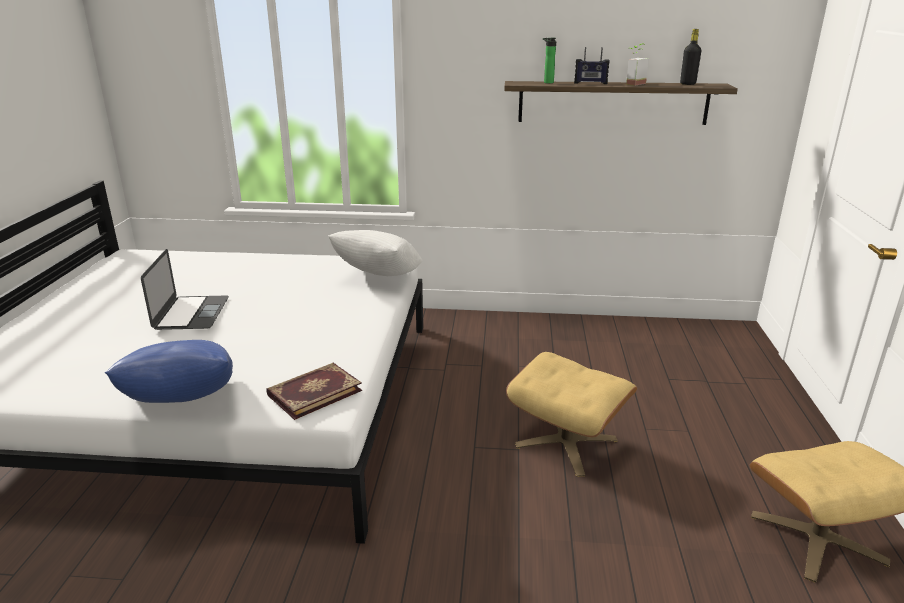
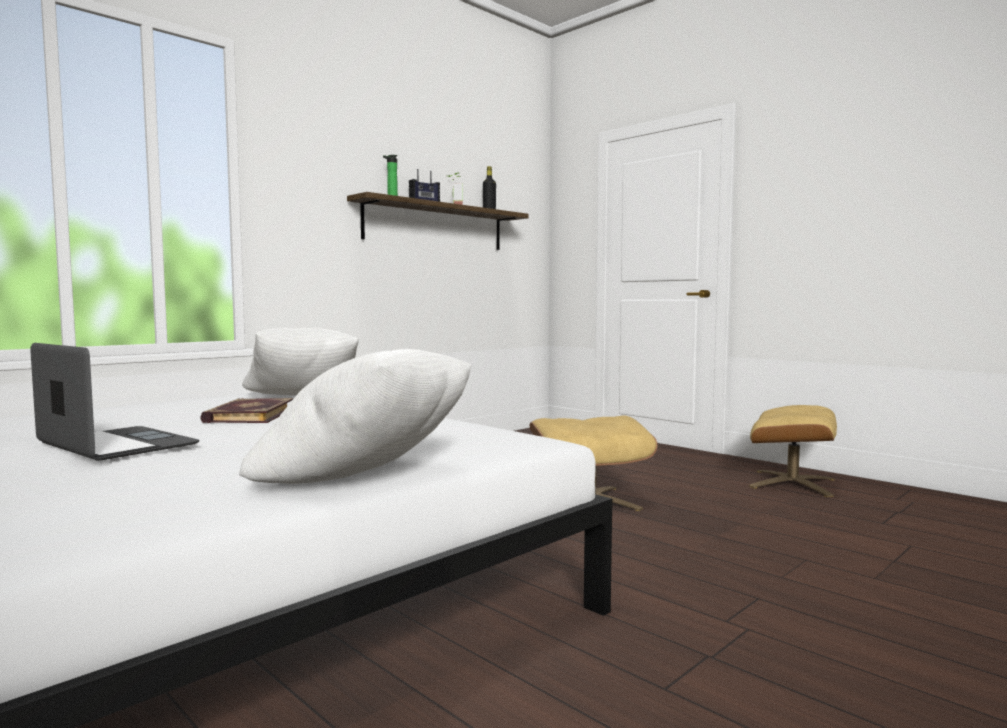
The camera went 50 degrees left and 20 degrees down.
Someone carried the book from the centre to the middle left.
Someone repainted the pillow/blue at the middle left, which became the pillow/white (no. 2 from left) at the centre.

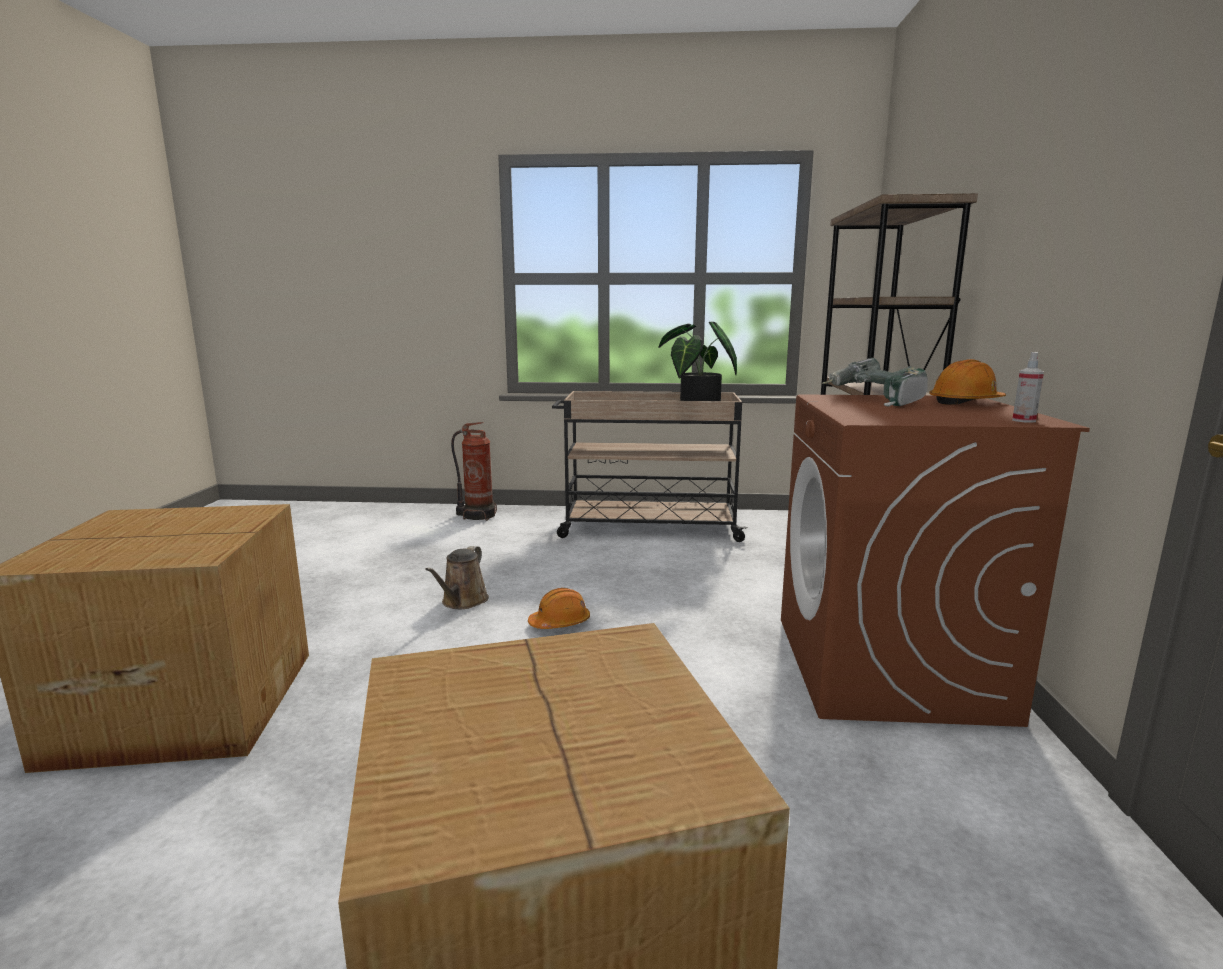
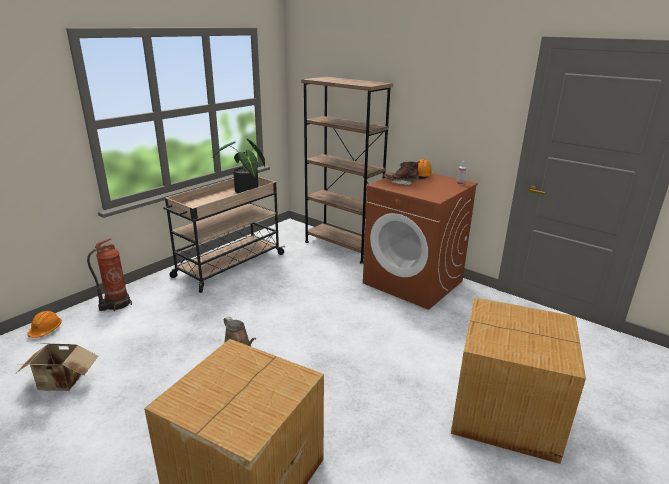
The camera went 55 degrees left and 10 degrees up.
Someone put down the cardboard box (no. 1 from left) at the bottom left.
Someone carried the hard hat/orange (no. 1 from left) from the centre to the bottom left.
Someone swapped the power drill at the middle right for the boot/brown at the centre.

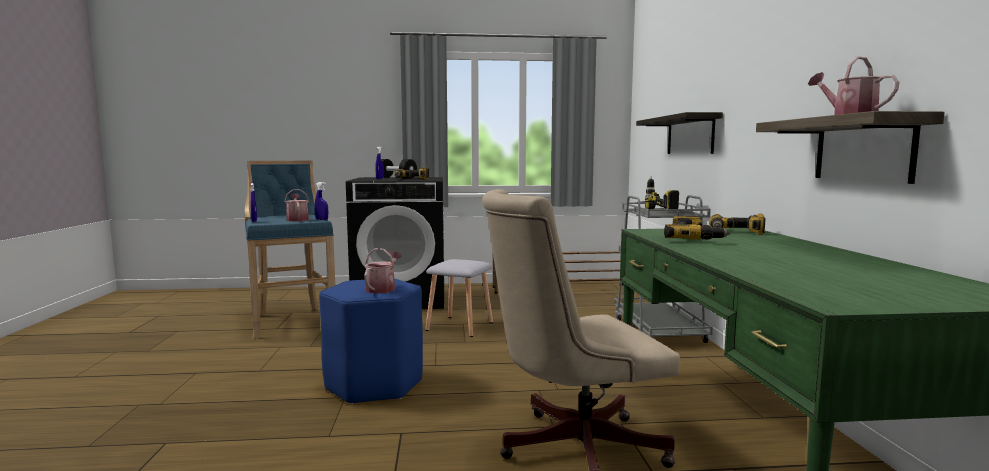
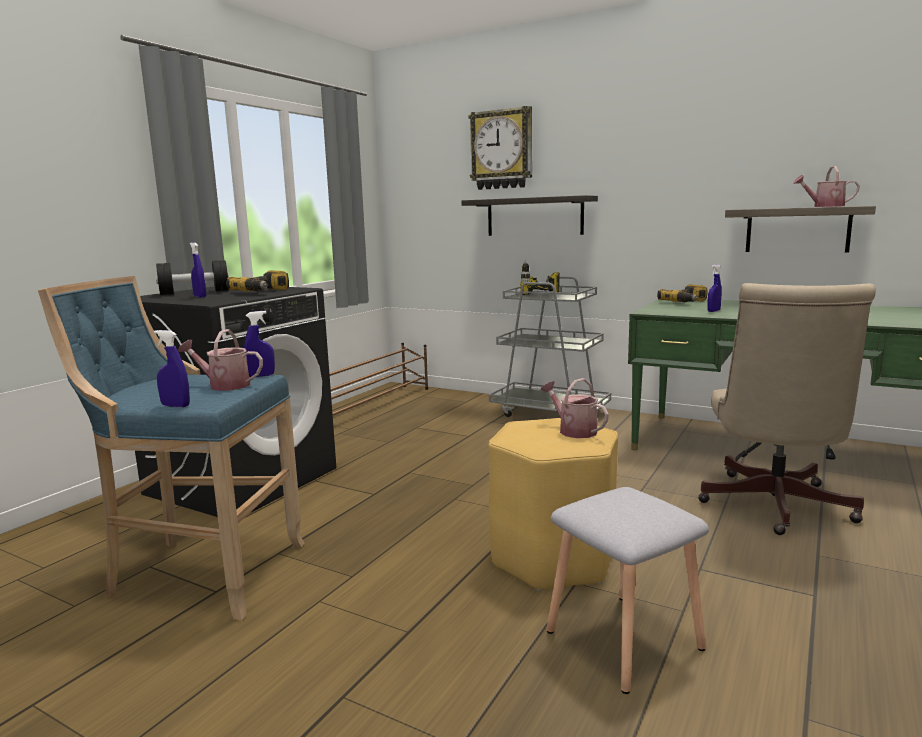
The camera went 55 degrees left and 5 degrees up.
Someone put up the wall clock at the top centre.
Someone carried the stool/grey from the centre to the bottom right.
Someone swapped the power drill (no. 3 from left) at the middle right for the spray bottle/blue (no. 4 from left) at the middle right.
Someone repainted the stool/blue (no. 2 from left) at the bottom centre, which became the stool/yellow at the bottom centre.

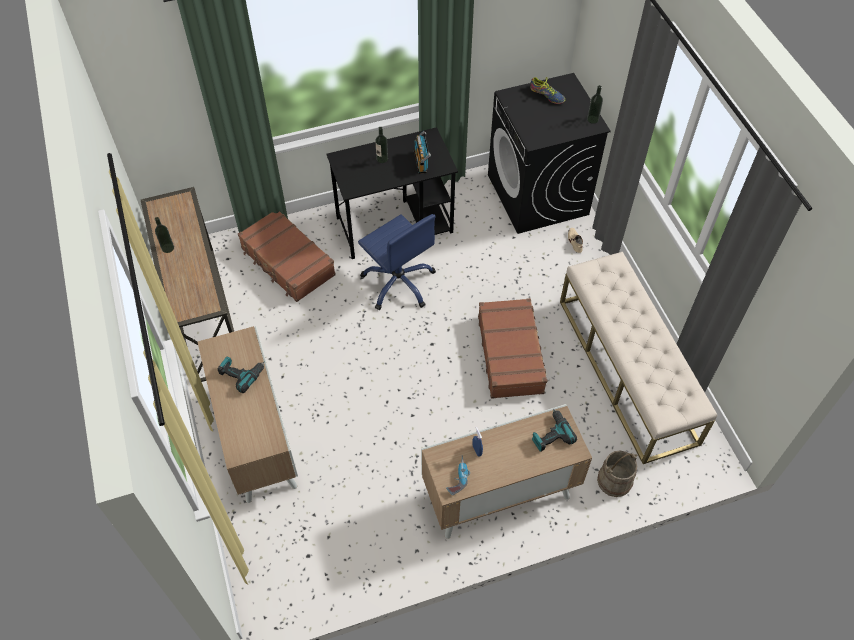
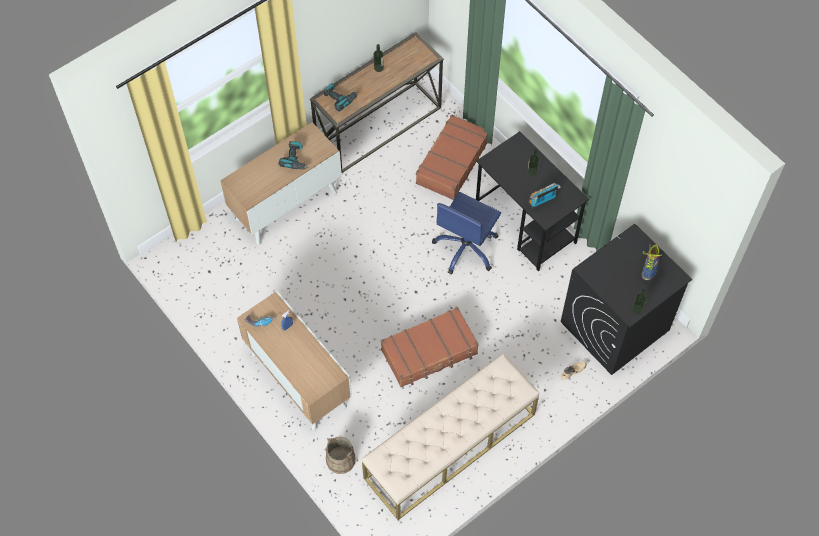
The camera went 70 degrees right and 5 degrees up.
Someone carried the power drill (no. 3 from left) from the bottom centre to the top centre.

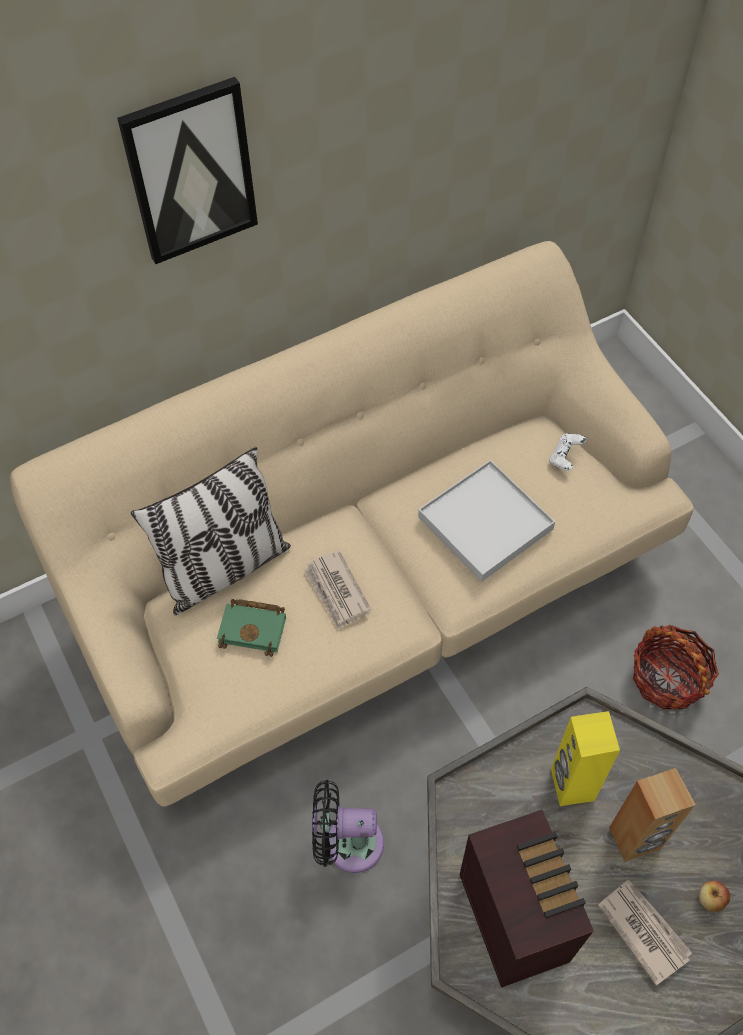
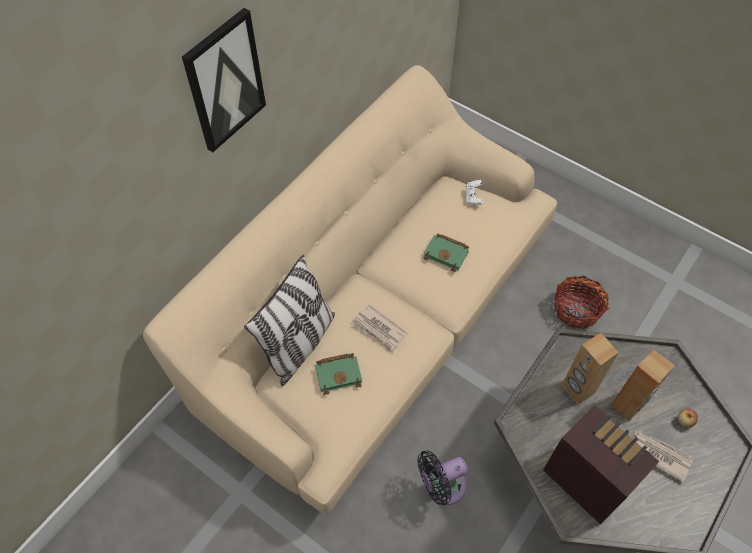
The camera went 25 degrees left and 0 degrees up.
Someone swapped the tray/white at the centre for the book/green (no. 2 from left) at the centre.
Someone repainted the speaker/yellow at the bottom right, which became the speaker/brown (no. 1 from left) at the bottom right.

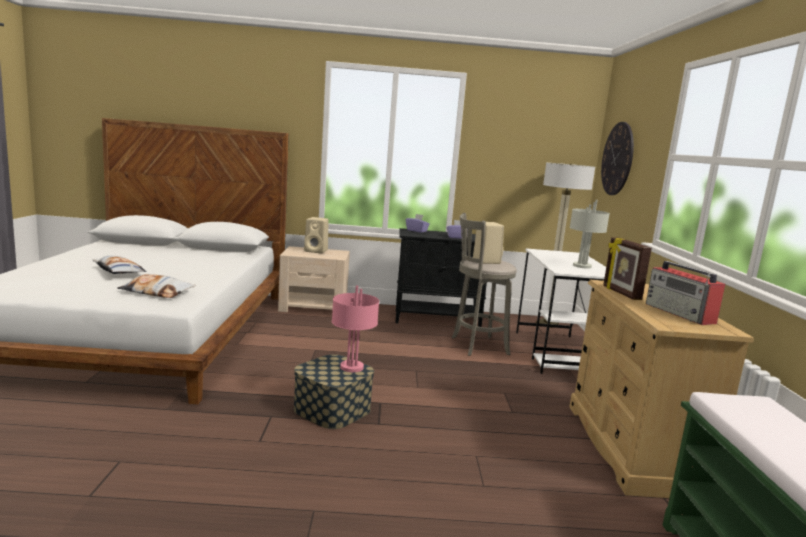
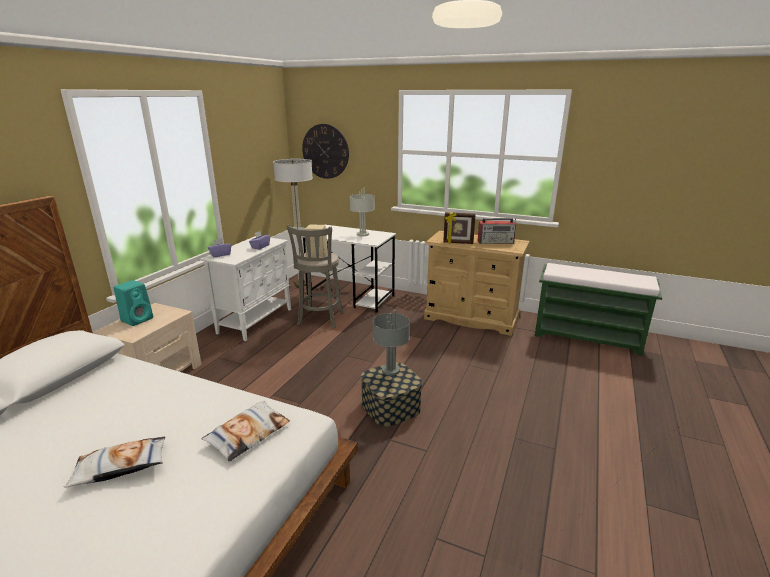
The camera went 65 degrees left and 10 degrees up.
Someone repainted the speaker/beige (no. 1 from left) at the centre, which became the speaker/turquoise at the middle left.
Someone repainted the table lamp/pink at the centre, which became the table lamp/grey (no. 2 from left) at the centre.
Someone repainted the cabinet/black at the centre, which became the cabinet/white at the middle left.

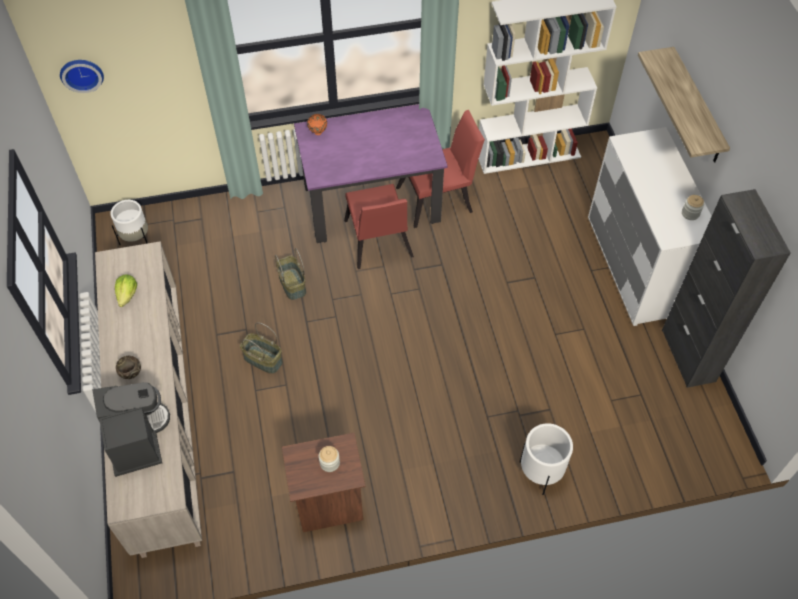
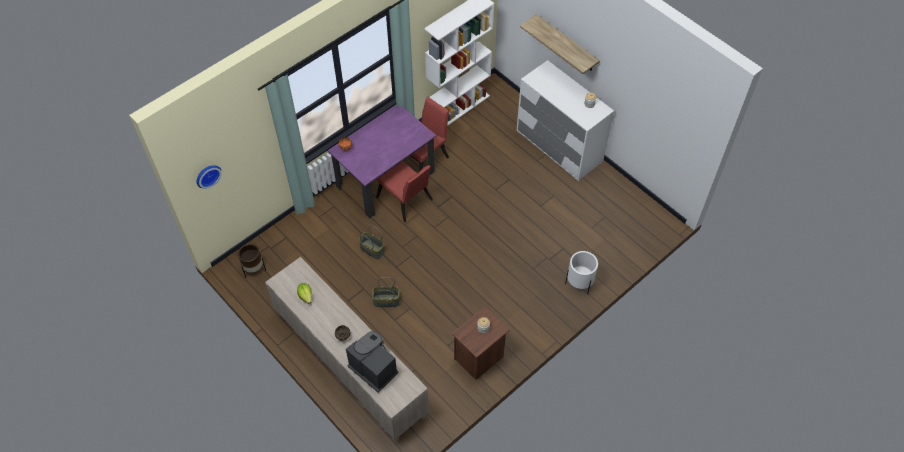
The camera went 30 degrees left and 0 degrees up.
Someone took away the cabinet/black at the middle right.
Someone repainted the planter/white (no. 1 from left) at the middle left, which became the planter/brown at the middle left.

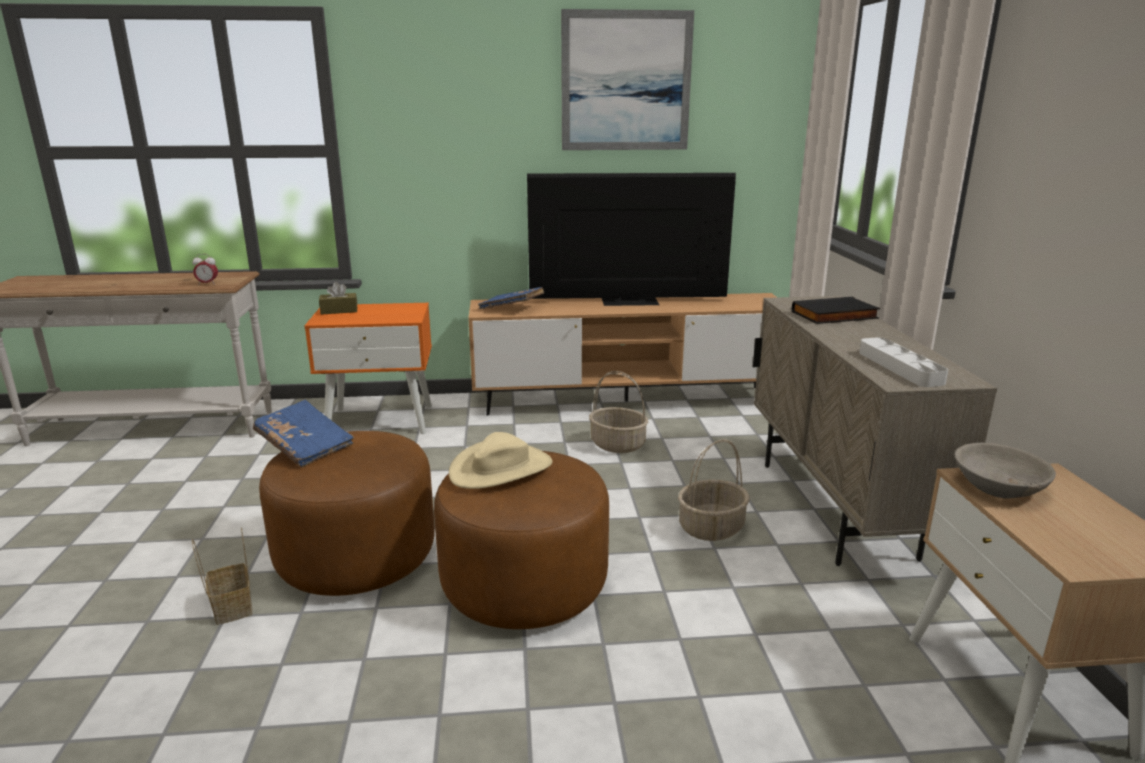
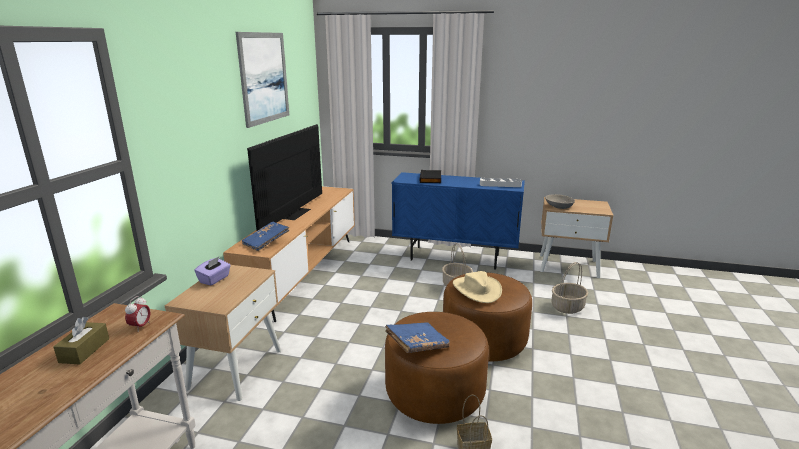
The camera went 70 degrees left and 0 degrees up.
Someone put down the tissue box/purple at the middle left.
Someone carried the tissue box/brown from the middle left to the bottom left.
Someone carried the basket (no. 2 from left in the first image) from the centre to the middle right.
Someone repainted the nightstand/orange at the middle left, which became the nightstand/beige (no. 1 from left) at the bottom left.
Someone repainted the cabinet/beige at the middle right, which became the cabinet/blue at the centre.

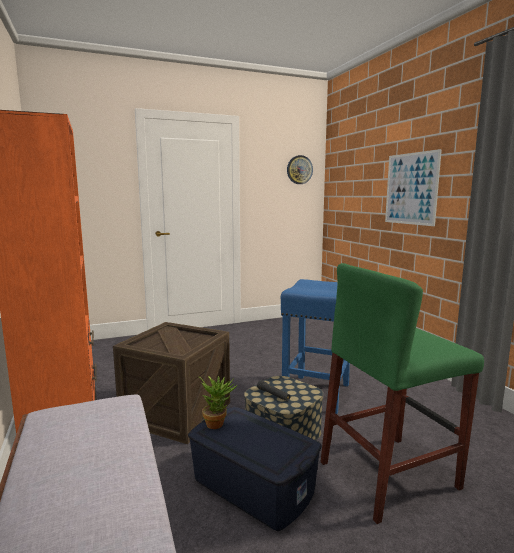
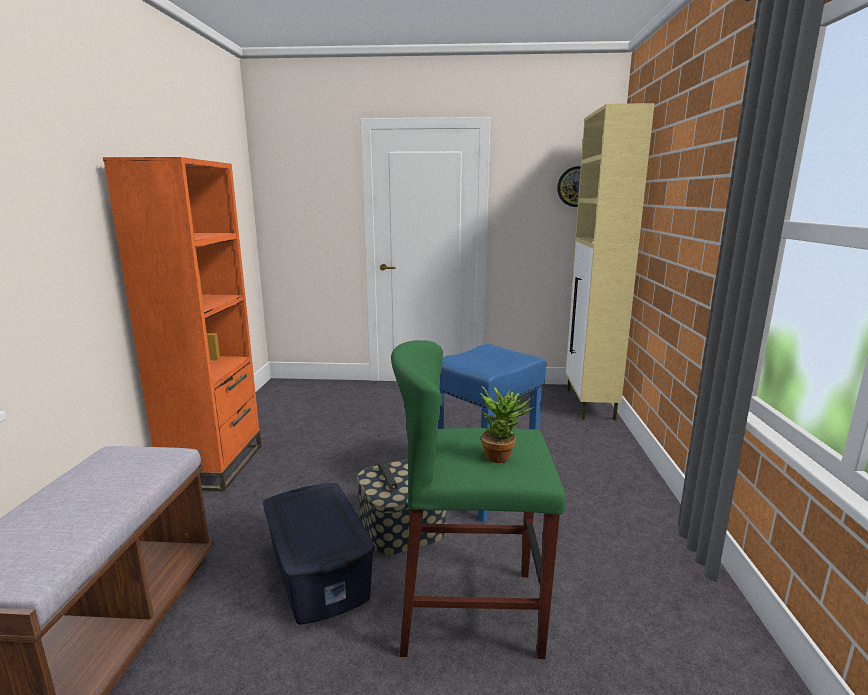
The camera went 25 degrees right and 5 degrees up.
Someone took away the crate at the bottom left.
Someone took away the picture at the middle right.
Someone put down the cabinet/beige at the middle right.
Someone carried the potted plant from the bottom centre to the centre.

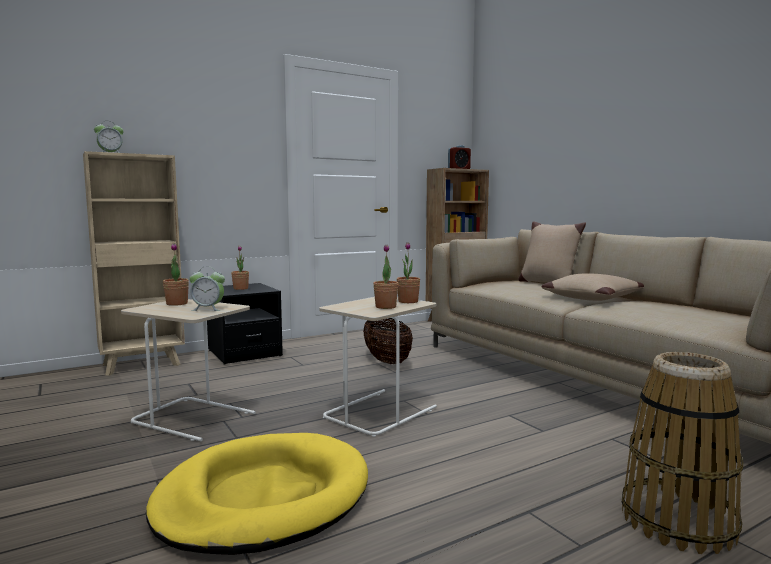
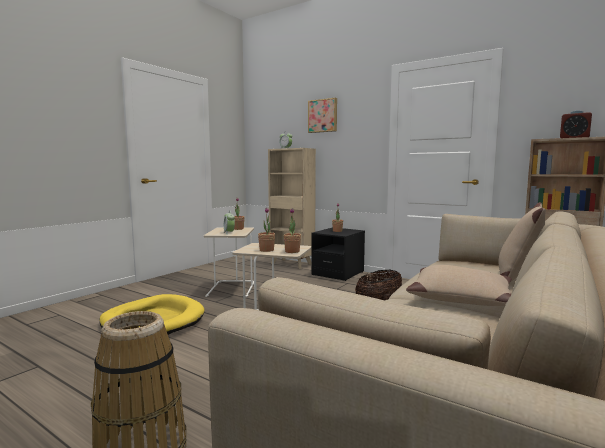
The camera went 65 degrees right and 0 degrees up.
Someone put up the picture at the top centre.

